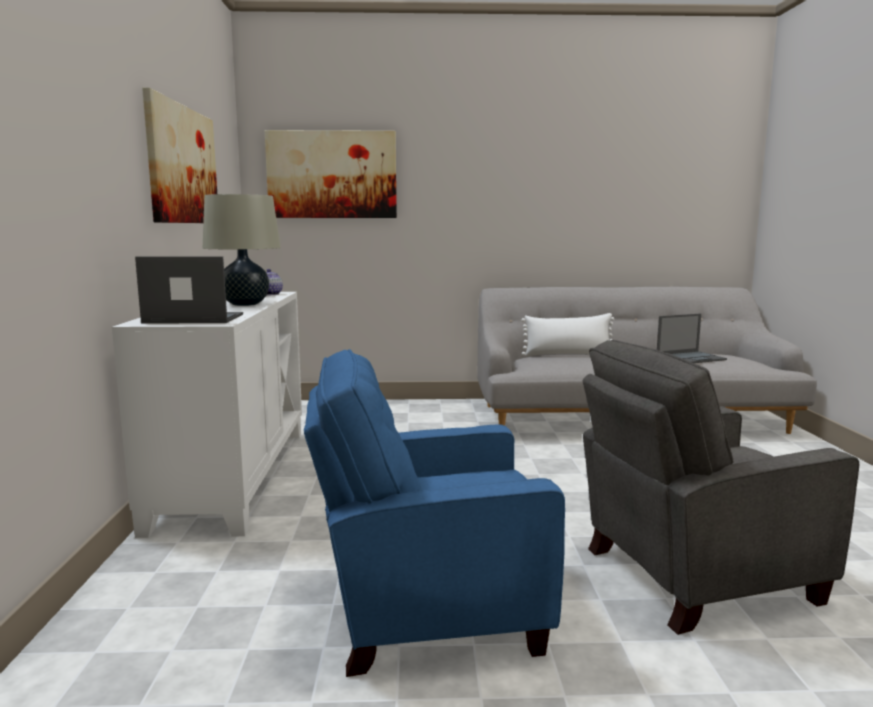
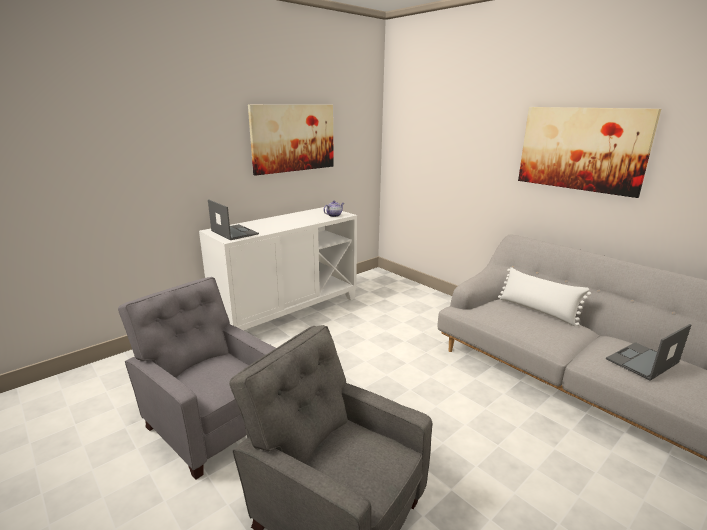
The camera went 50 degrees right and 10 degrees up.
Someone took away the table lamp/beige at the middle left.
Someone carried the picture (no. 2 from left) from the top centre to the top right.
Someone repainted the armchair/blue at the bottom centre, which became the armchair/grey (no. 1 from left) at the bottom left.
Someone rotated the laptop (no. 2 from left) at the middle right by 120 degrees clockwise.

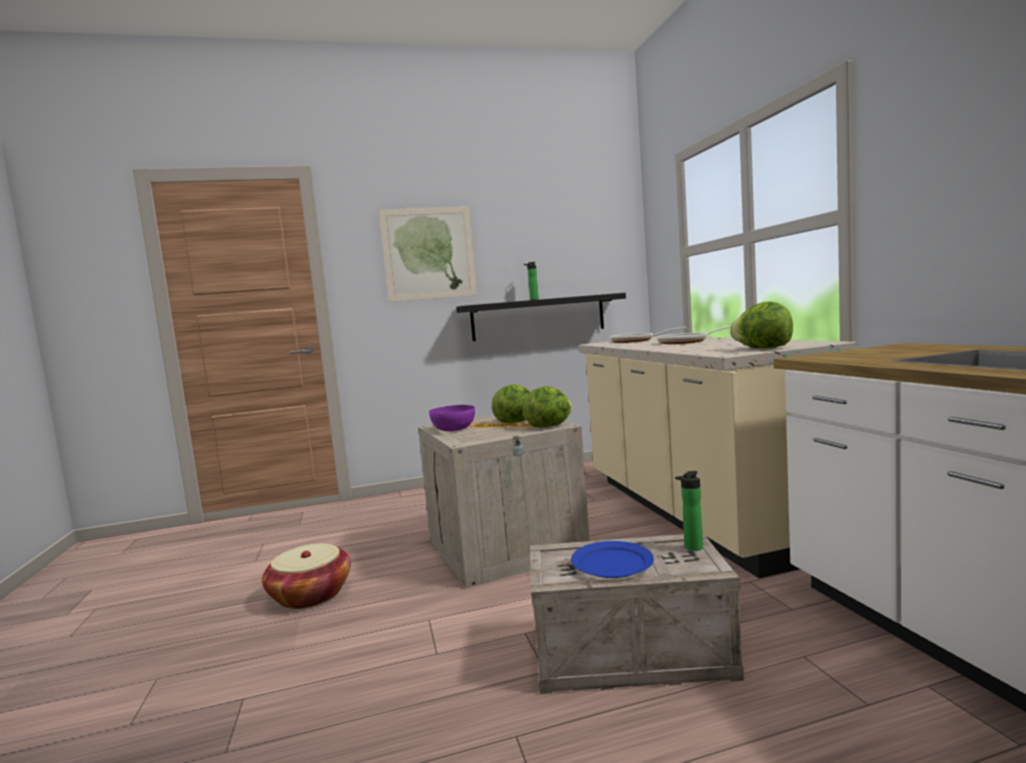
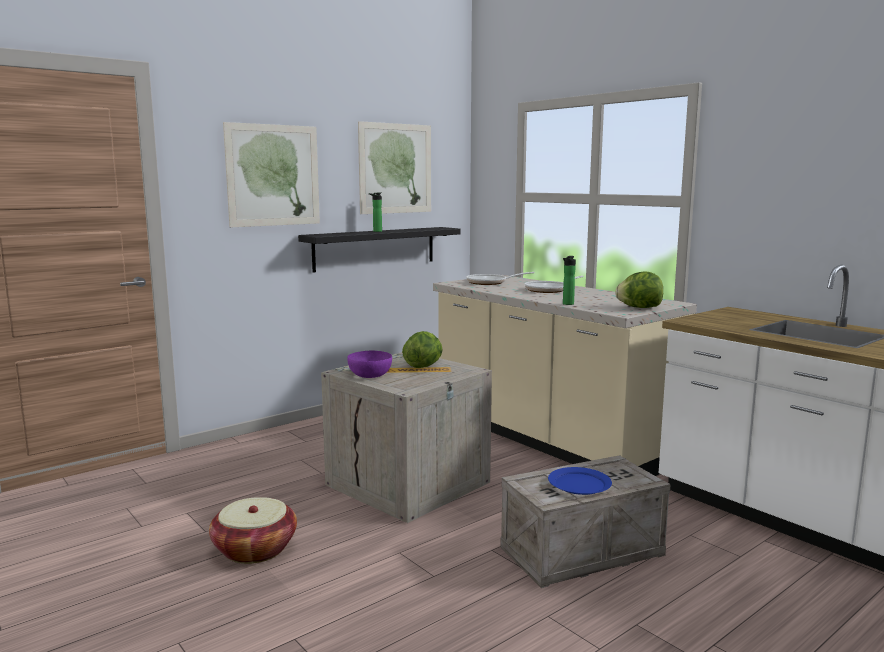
The camera went 25 degrees left and 5 degrees up.
Someone took away the lettuce (no. 2 from left) at the centre.
Someone put up the picture (no. 2 from left) at the top centre.
Someone carried the bottle (no. 2 from left) from the bottom right to the centre.

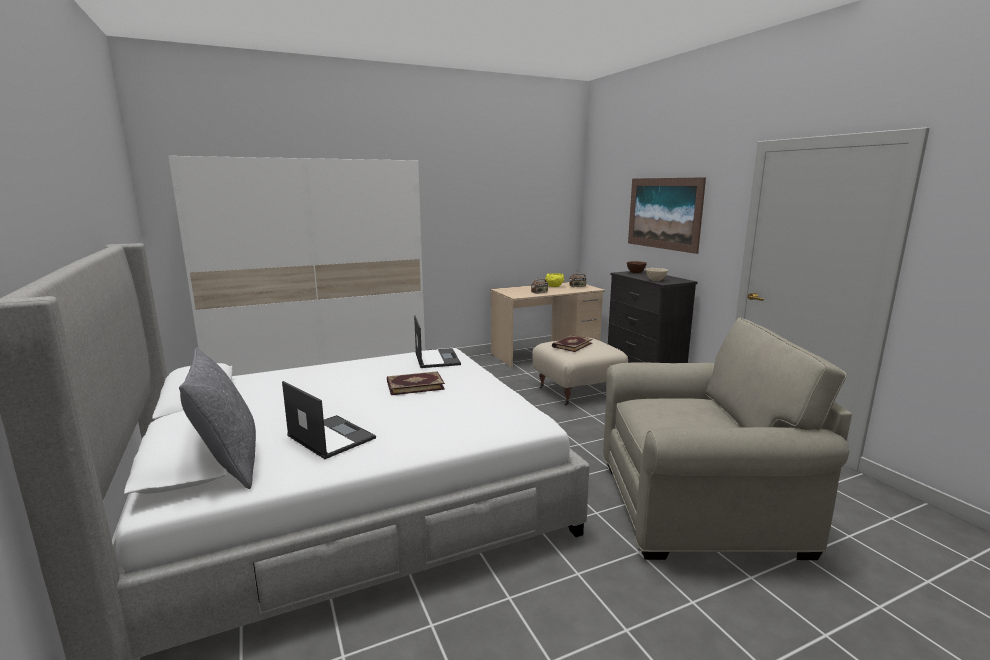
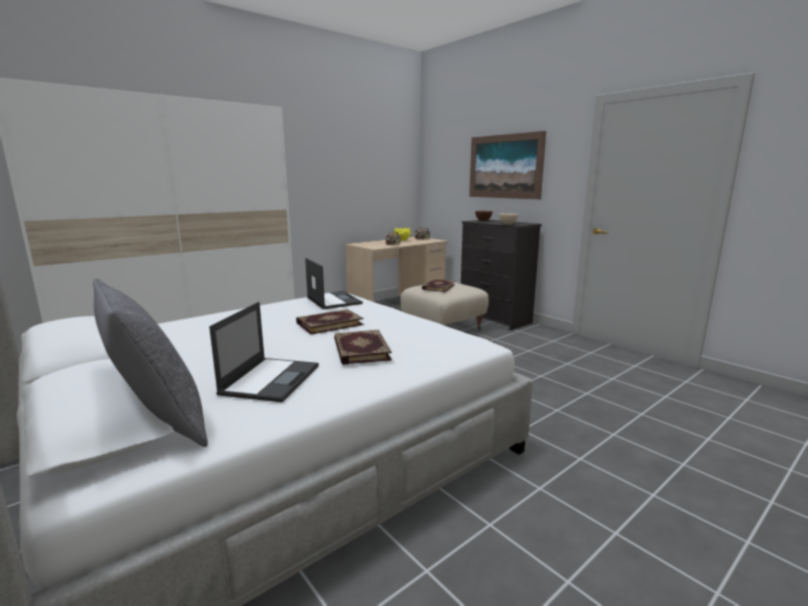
The camera went 15 degrees left and 0 degrees up.
Someone took away the armchair/beige at the middle right.
Someone put down the book (no. 2 from left) at the centre.
Someone rotated the laptop (no. 1 from left) at the middle left by 75 degrees clockwise.

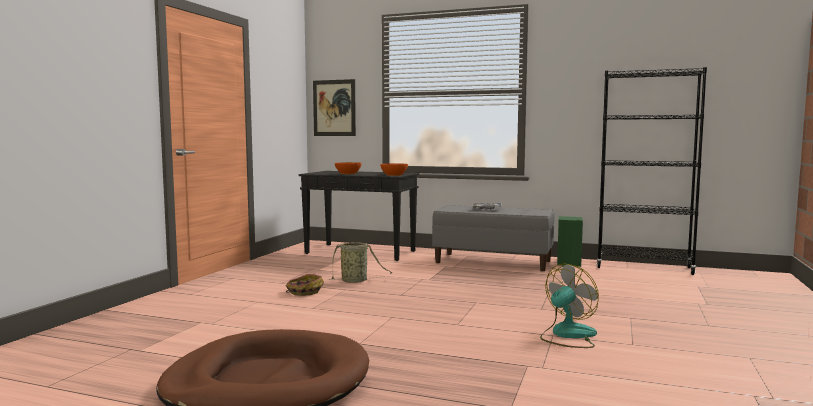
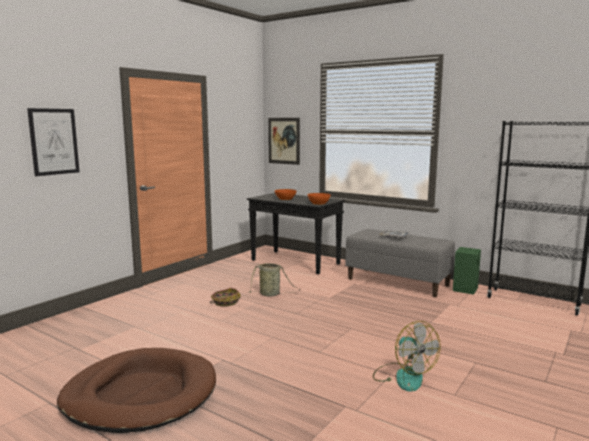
The camera went 15 degrees right and 5 degrees up.
Someone put up the picture (no. 1 from left) at the top left.
Someone rotated the fan at the bottom right by 90 degrees clockwise.

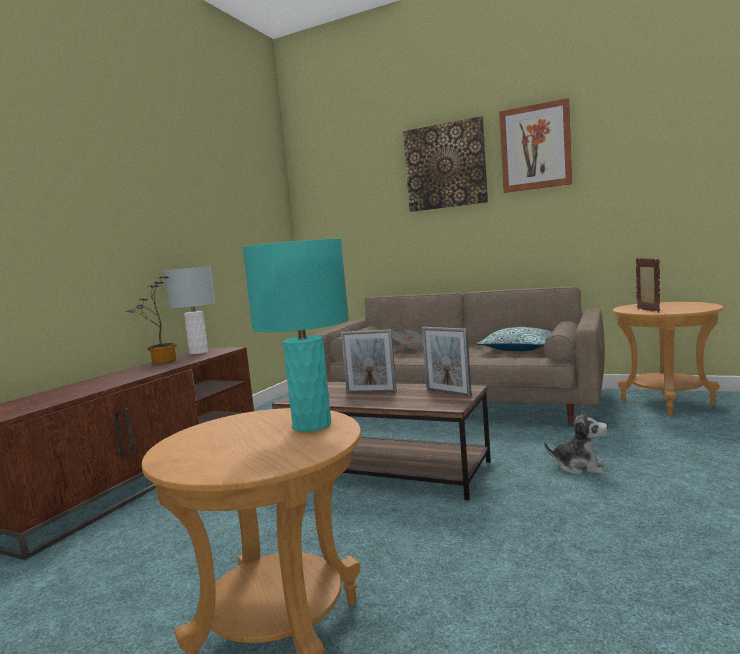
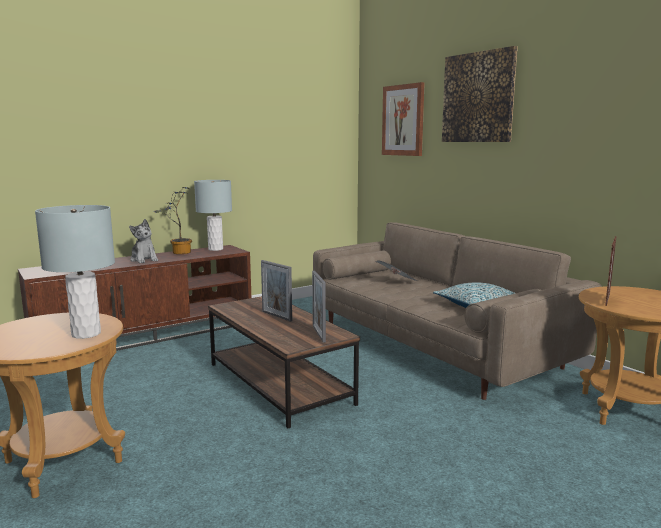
The camera went 30 degrees right and 5 degrees up.
Someone carried the picture (no. 2 from left in the first image) from the top right to the top centre.
Someone carried the plush toy from the bottom right to the middle left.
Someone repainted the table lamp/turquoise at the centre, which became the table lamp/grey (no. 1 from left) at the middle left.

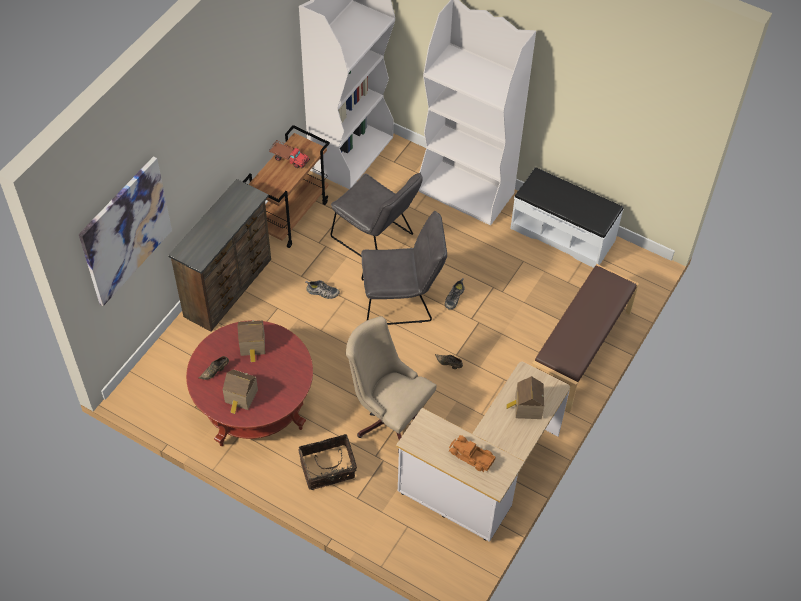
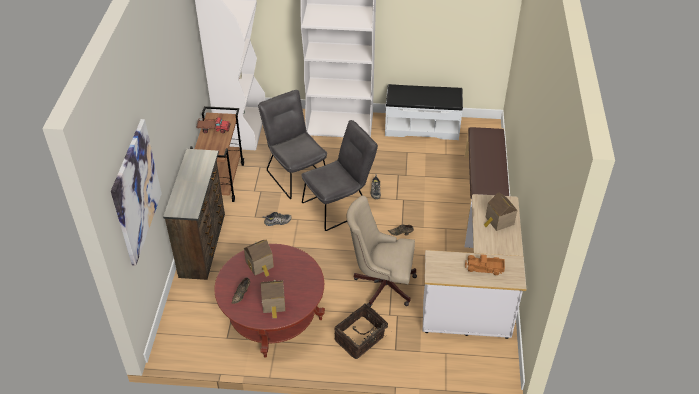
The camera went 25 degrees left and 10 degrees down.
Someone rotated the chair/grey (no. 1 from left) at the centre by 135 degrees counterclockwise.

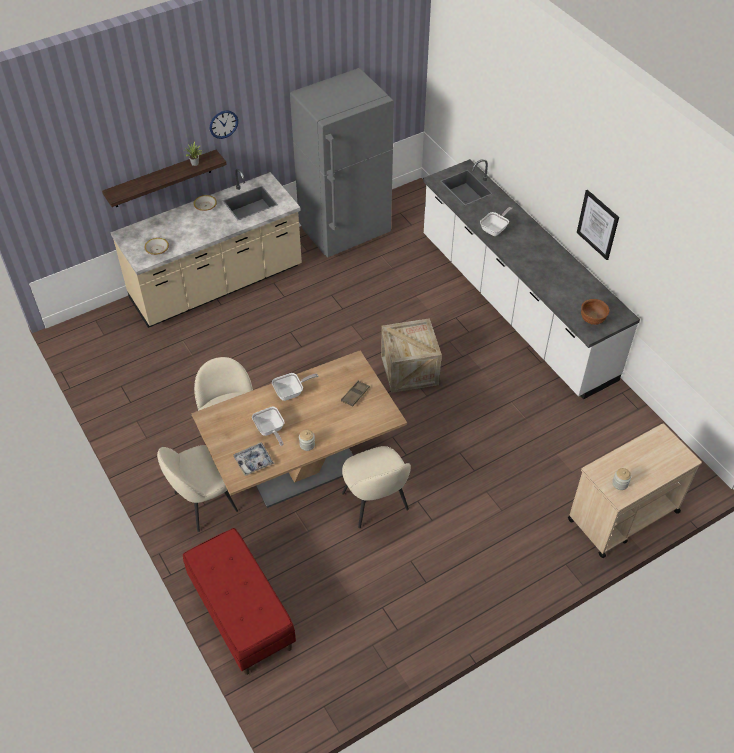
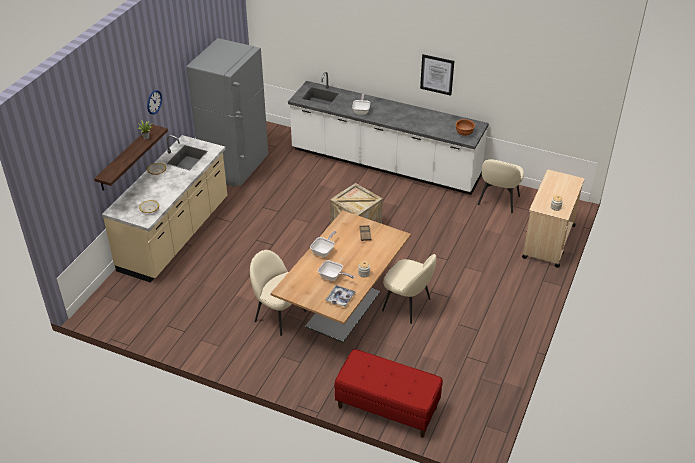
The camera went 35 degrees left and 10 degrees down.
Someone carried the chair/beige (no. 1 from left in the first image) from the middle left to the middle right.

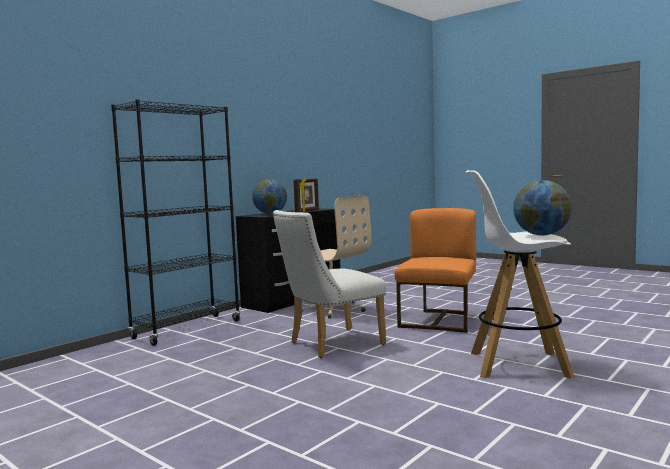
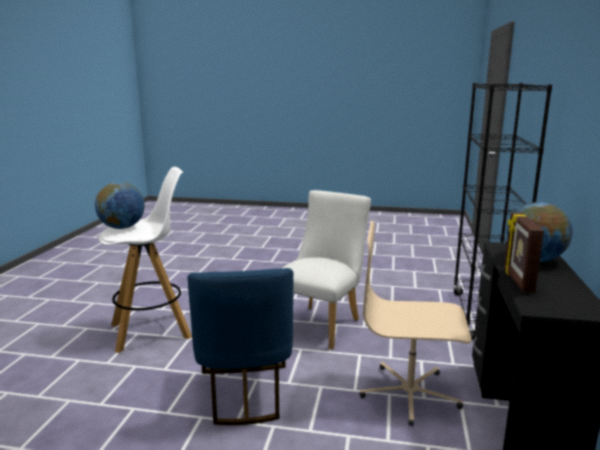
The camera went 150 degrees right and 10 degrees up.
Someone repainted the chair/orange at the centre, which became the chair/blue at the bottom centre.

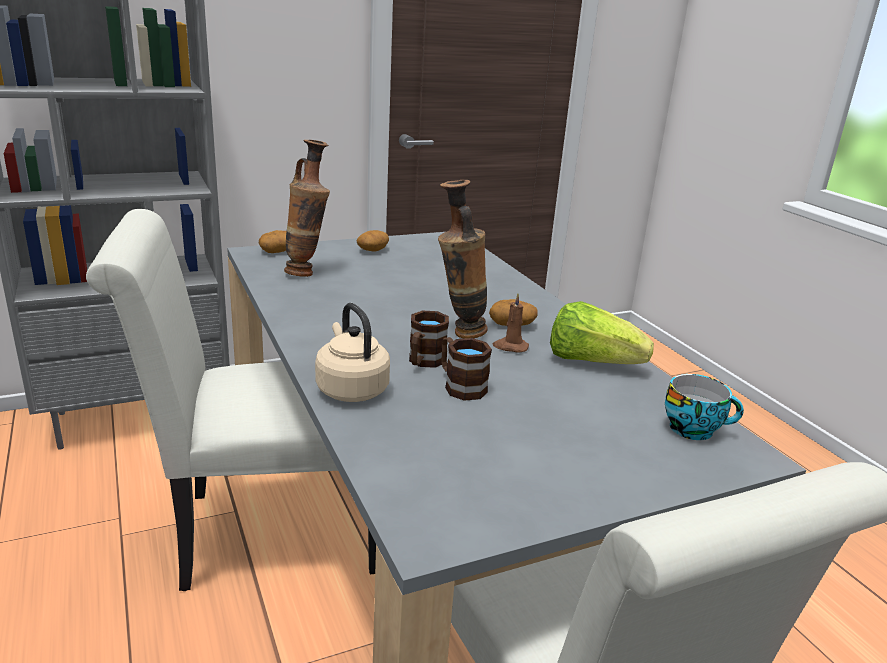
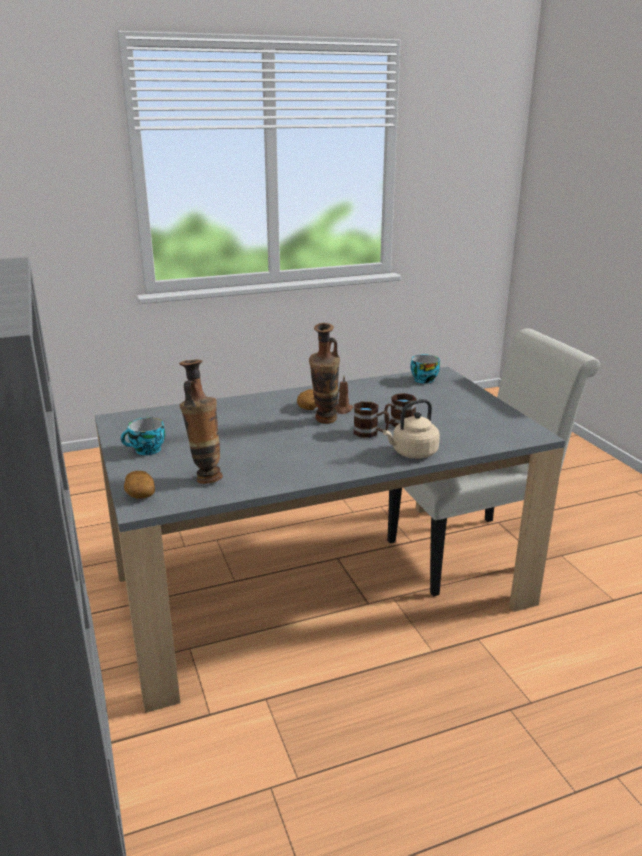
The camera went 85 degrees left and 0 degrees up.
Someone took away the chair/white (no. 1 from left) at the middle left.
Someone took away the lettuce at the middle right.
Someone swapped the potato (no. 2 from left) at the centre for the cup (no. 1 from left) at the middle left.

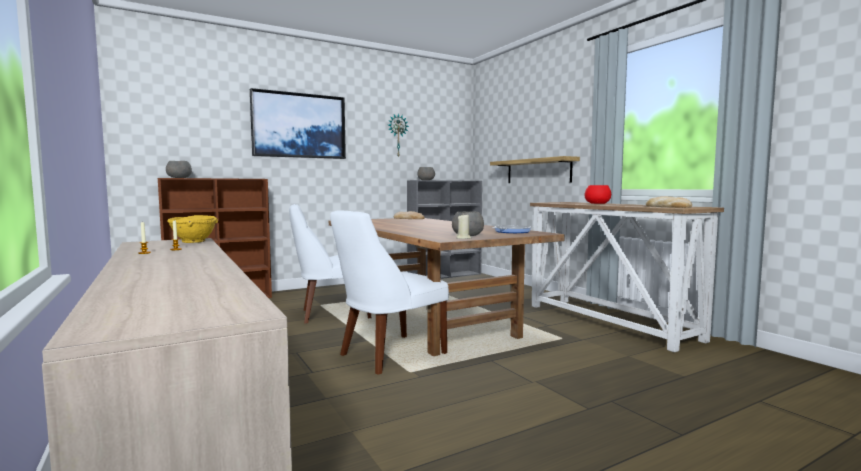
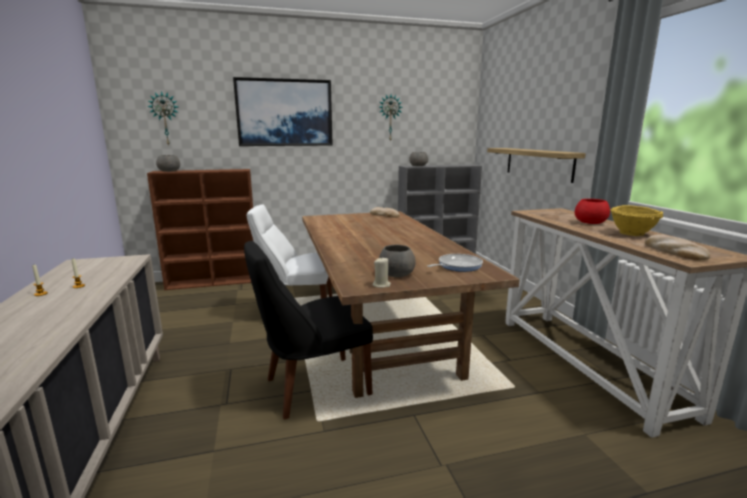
The camera went 15 degrees right and 10 degrees up.
Someone put up the wall clock (no. 1 from left) at the top left.
Someone carried the bowl/yellow from the middle left to the middle right.
Someone repainted the chair/white (no. 2 from left) at the centre, which became the chair/black at the centre.

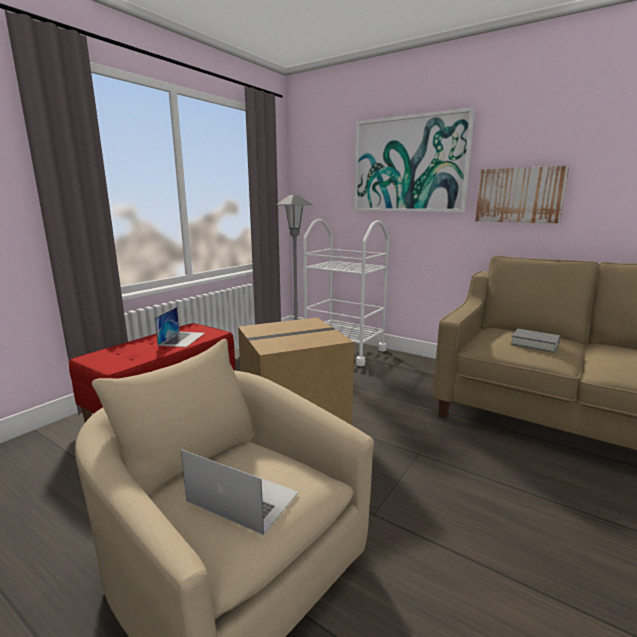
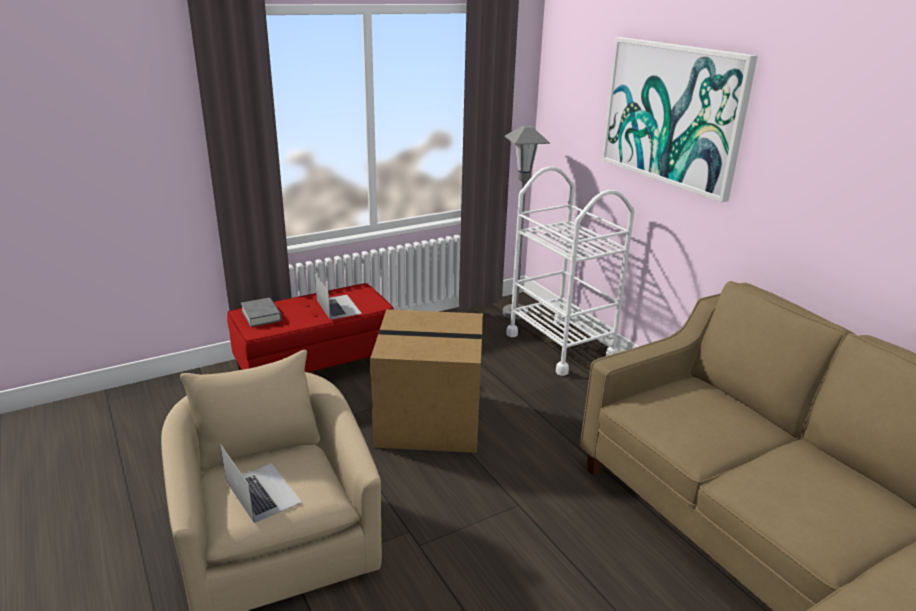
The camera went 25 degrees right and 10 degrees up.
Someone took away the picture (no. 2 from left) at the top right.
Someone carried the book/grey from the middle right to the middle left.
Someone rotated the laptop (no. 1 from left in the first image) at the middle left by 60 degrees counterclockwise.

